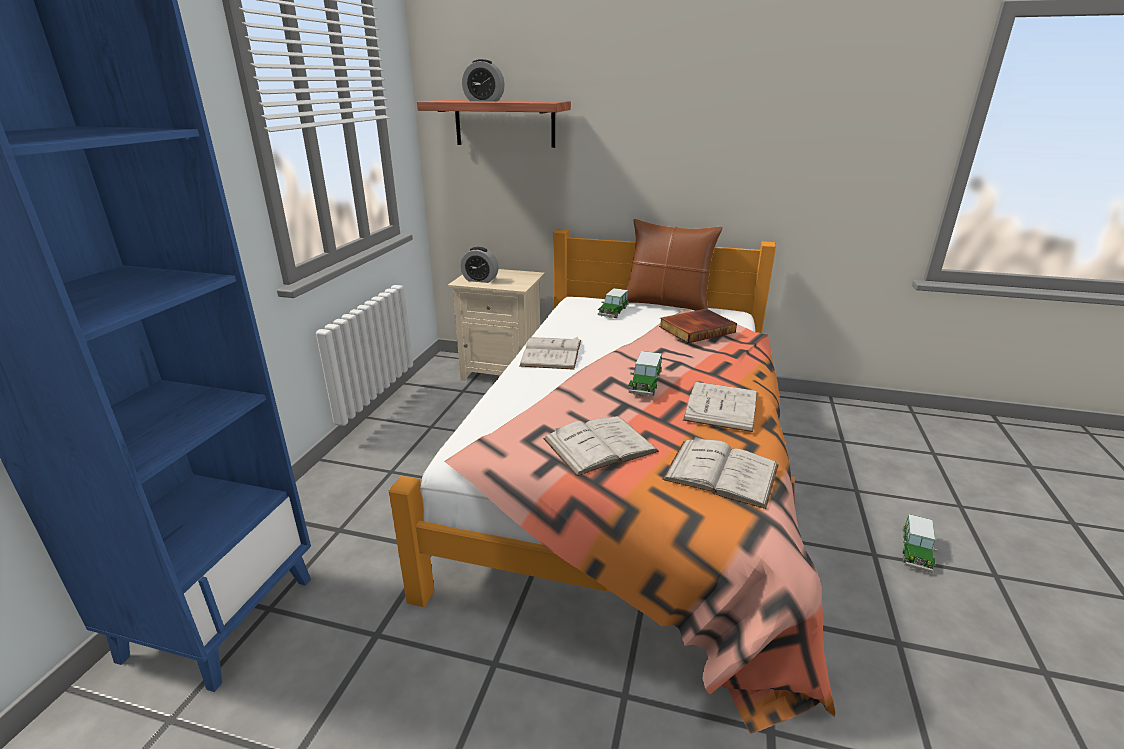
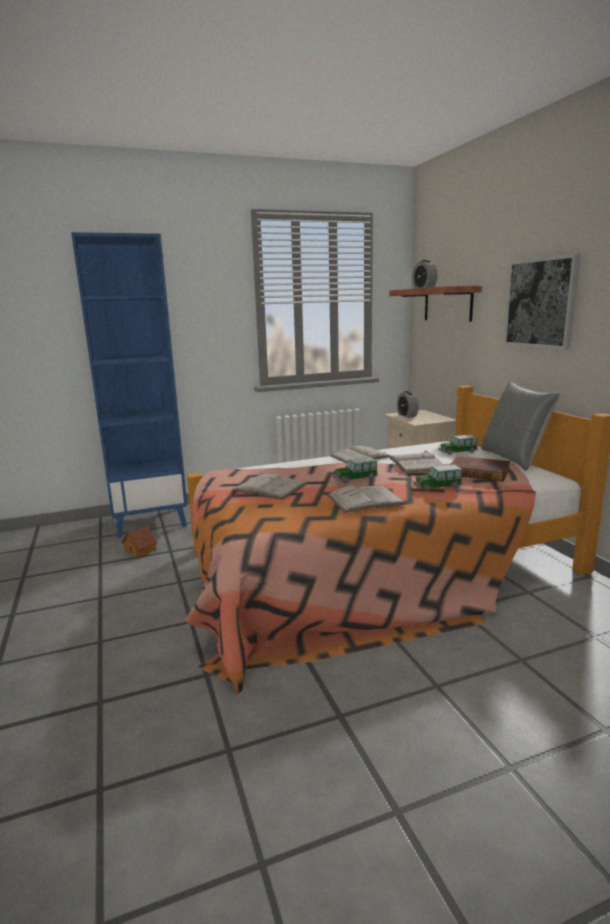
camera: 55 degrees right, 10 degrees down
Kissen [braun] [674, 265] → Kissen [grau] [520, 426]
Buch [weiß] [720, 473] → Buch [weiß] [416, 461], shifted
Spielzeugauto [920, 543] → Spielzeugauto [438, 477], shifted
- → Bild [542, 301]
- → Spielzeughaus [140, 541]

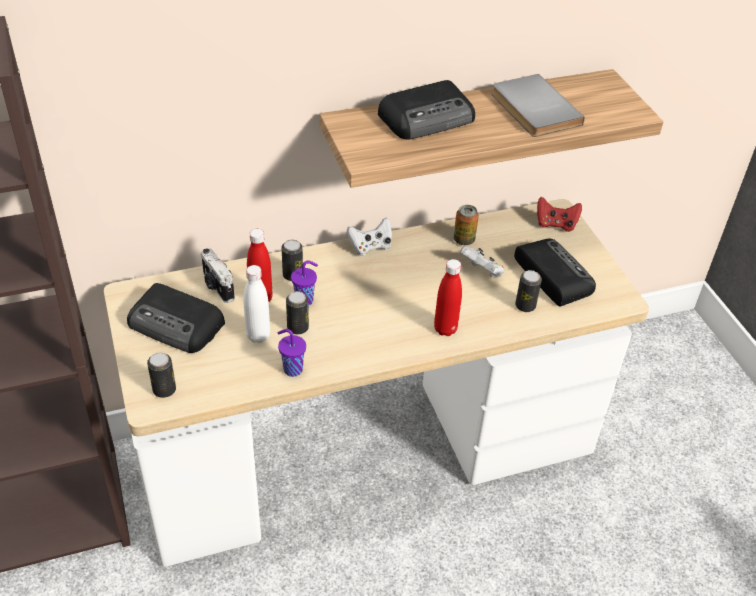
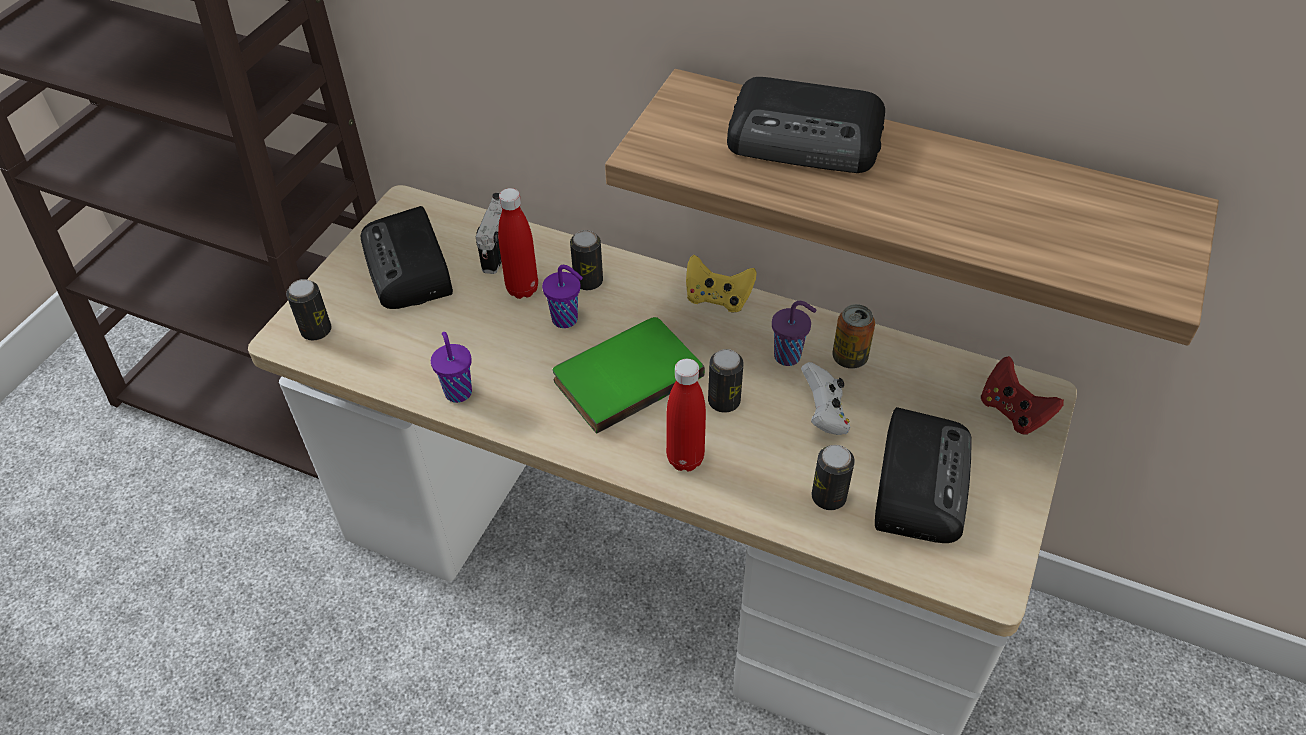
camera: 45 degrees right, 5 degrees up
Buch [grau] [538, 105] → -
Gamepad [weiß] [369, 236] → Gamepad [gelb] [721, 284]
Flasche [weiß] [256, 304] → -
Dose [297, 312] → Dose [726, 381], shifted
- → Tasse [lila] [794, 333]
- → Buch [grün] [628, 375]

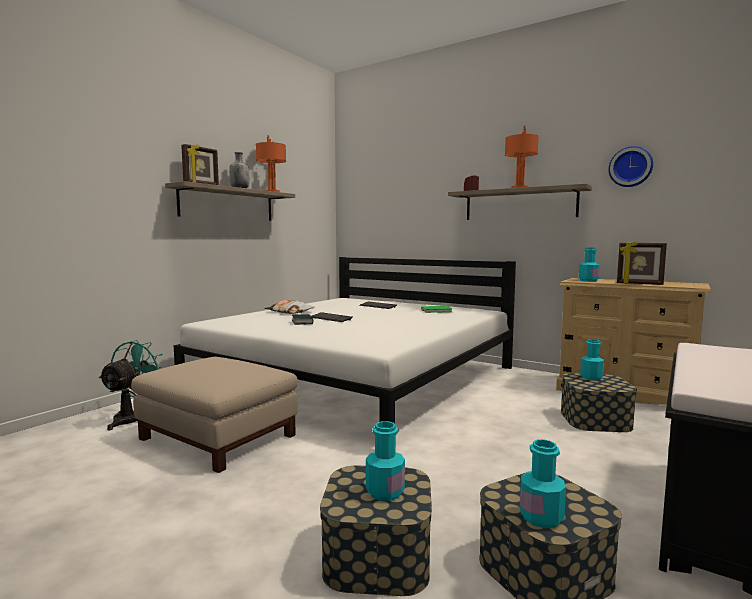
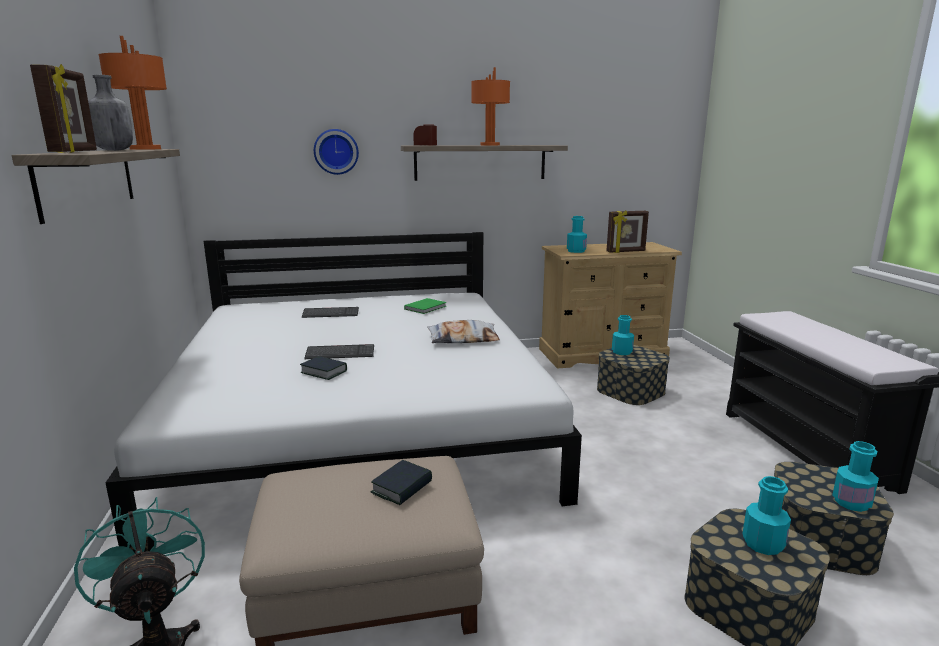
camera: 45 degrees left, 10 degrees up
Wanduhr [630, 166] → Wanduhr [336, 152], shifted
Kissen [289, 307] → Kissen [463, 331], shifted
- → Buch [401, 482]

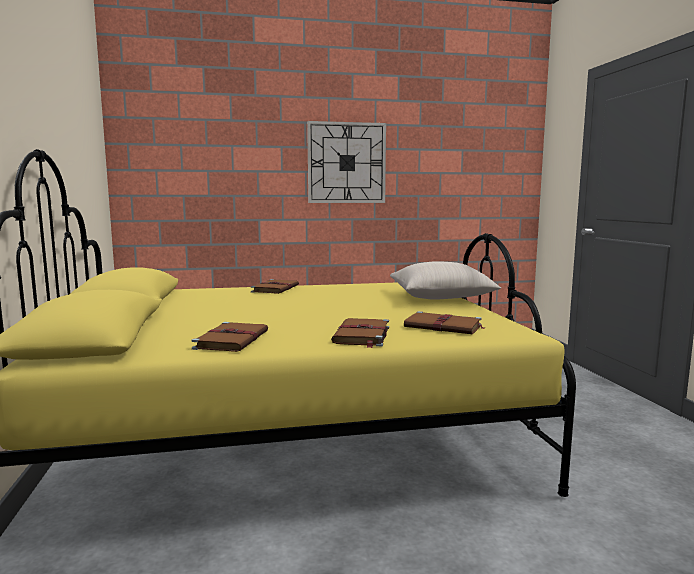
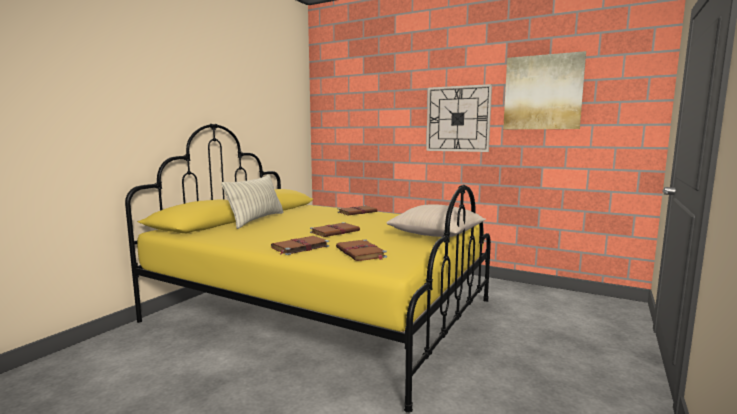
camera: 40 degrees right, 0 degrees up
Buch [braun] [230, 337] → Buch [braun] [335, 229], shifted
- → Bild [544, 90]
- → Kissen [252, 201]

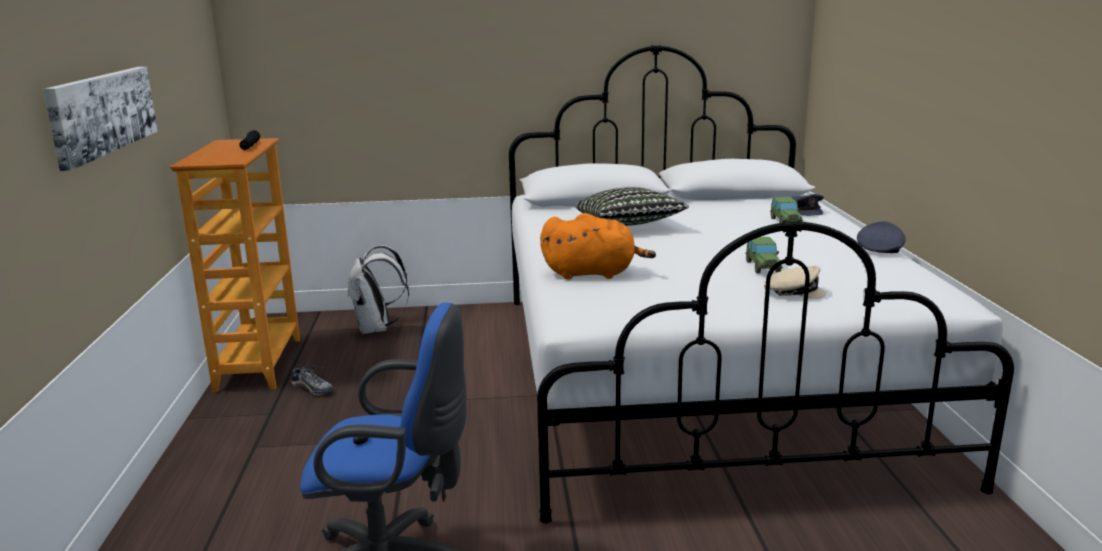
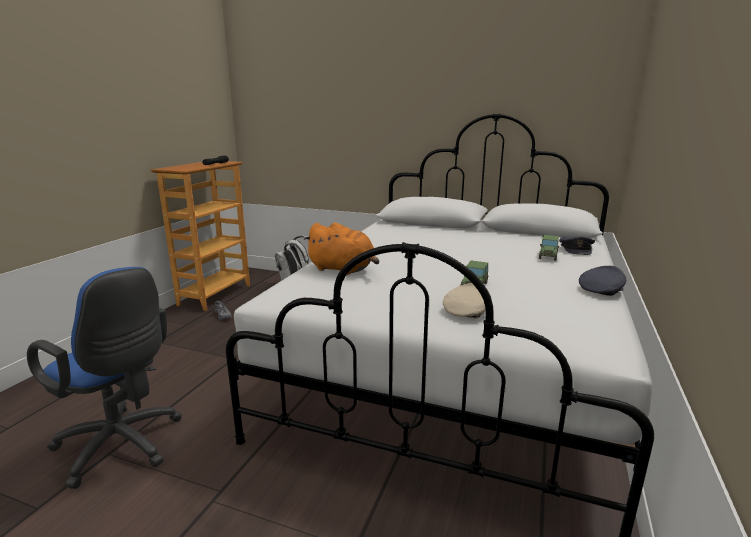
camera: 25 degrees right, 0 degrees up
Bild [100, 119] → -
Kissen [632, 206] → -
Kappe [beige] [795, 282] → Kappe [beige] [467, 300], 90 degrees counterclockwise

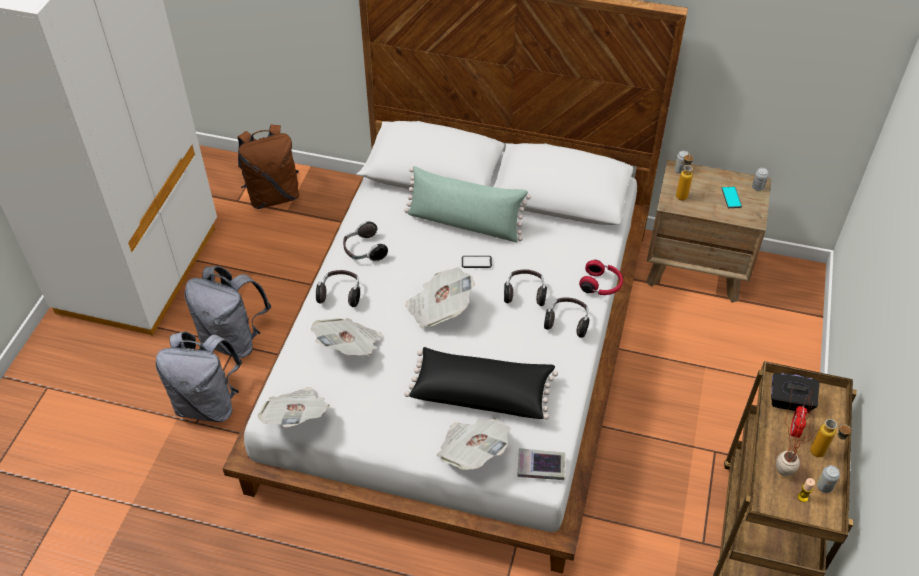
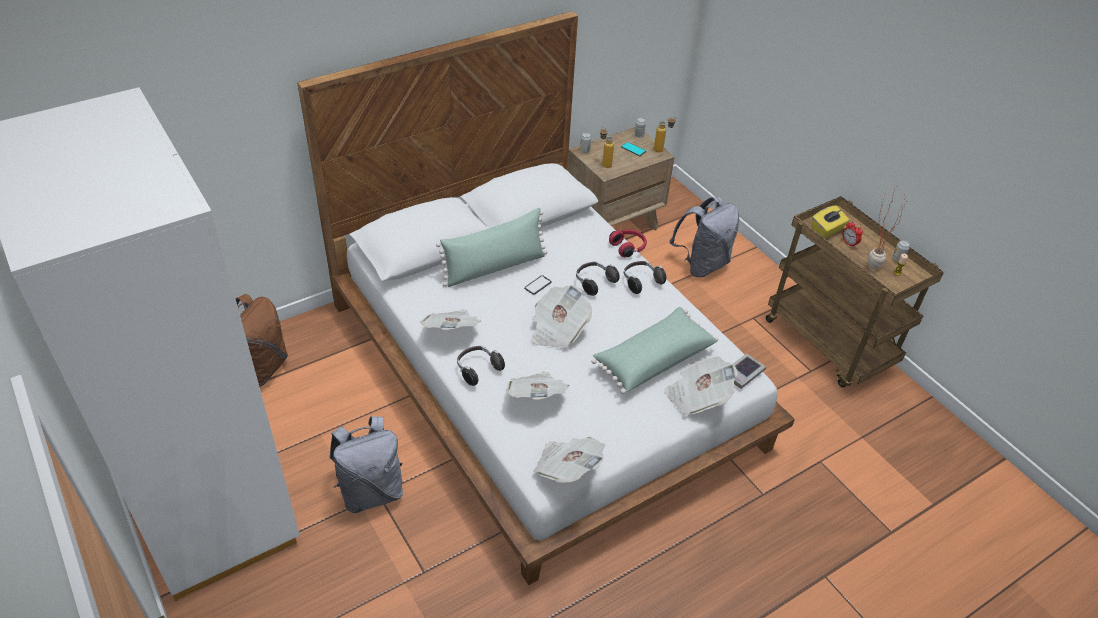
camera: 50 degrees left, 5 degrees down
Kopfhörer [365, 241] → Zeitung [450, 320]
Rucksack [grau] [199, 377] → Rucksack [grau] [704, 237], shifted
Kissen [schwarz] [481, 383] → Kissen [grün] [655, 350]
Taschentuchbox [schwarz] [795, 393] → Taschentuchbox [gelb] [830, 222]
Flasche [831, 438] → Flasche [665, 134], shifted

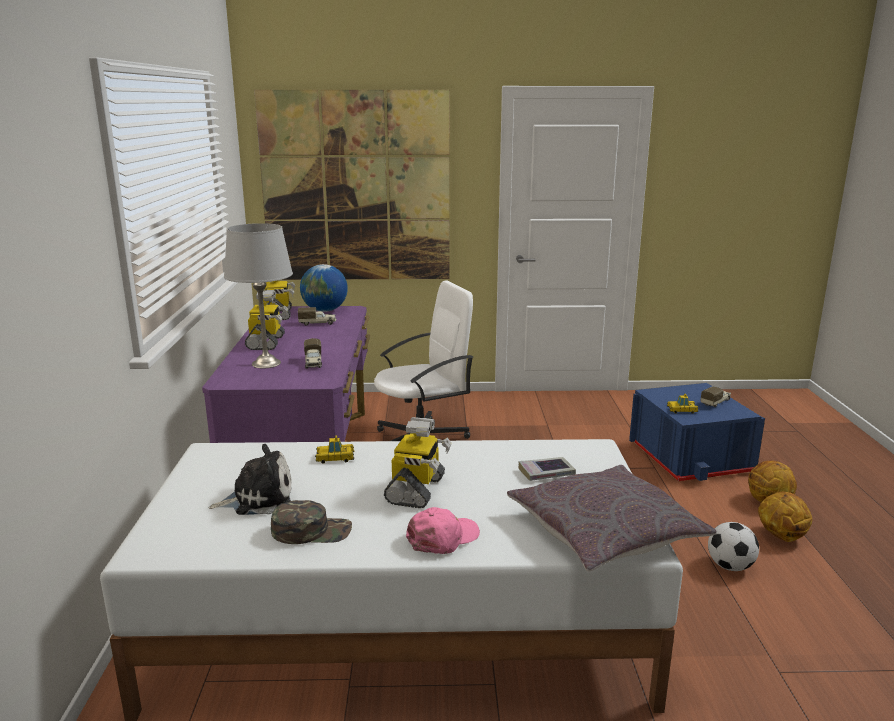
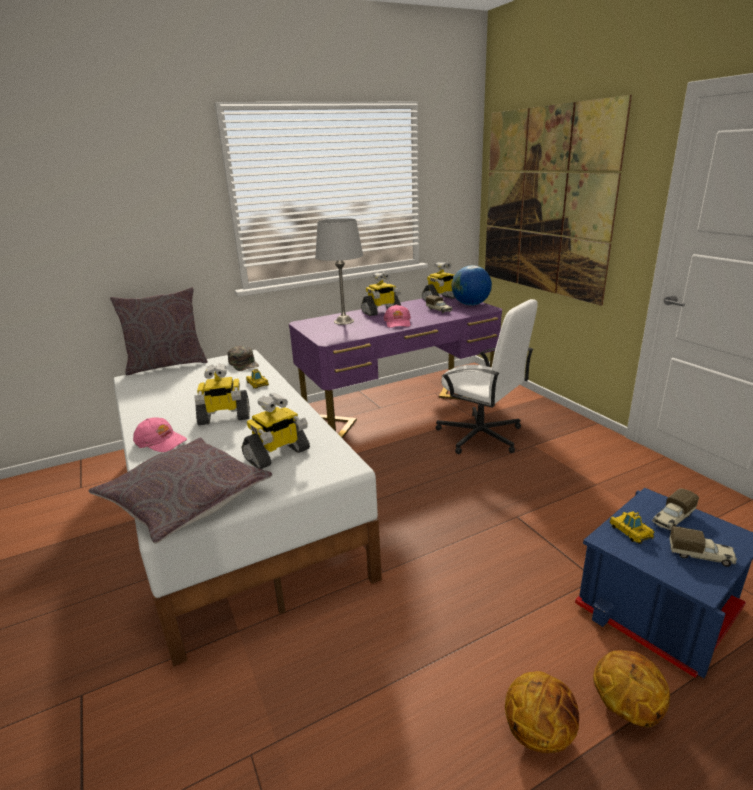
camera: 65 degrees right, 5 degrees up
Spielzeuglaster [313, 353] → Spielzeuglaster [675, 509], shifted
Plüschtier [250, 479] → -
Buch [547, 469] → Spielzeugroboter [276, 431]
Kappe [grün] [311, 522] → Kappe [grün] [243, 358], shifted
Fußball [733, 546] → -
- → Kissen [grau] [158, 331]
- → Kappe [rosa] [397, 316]

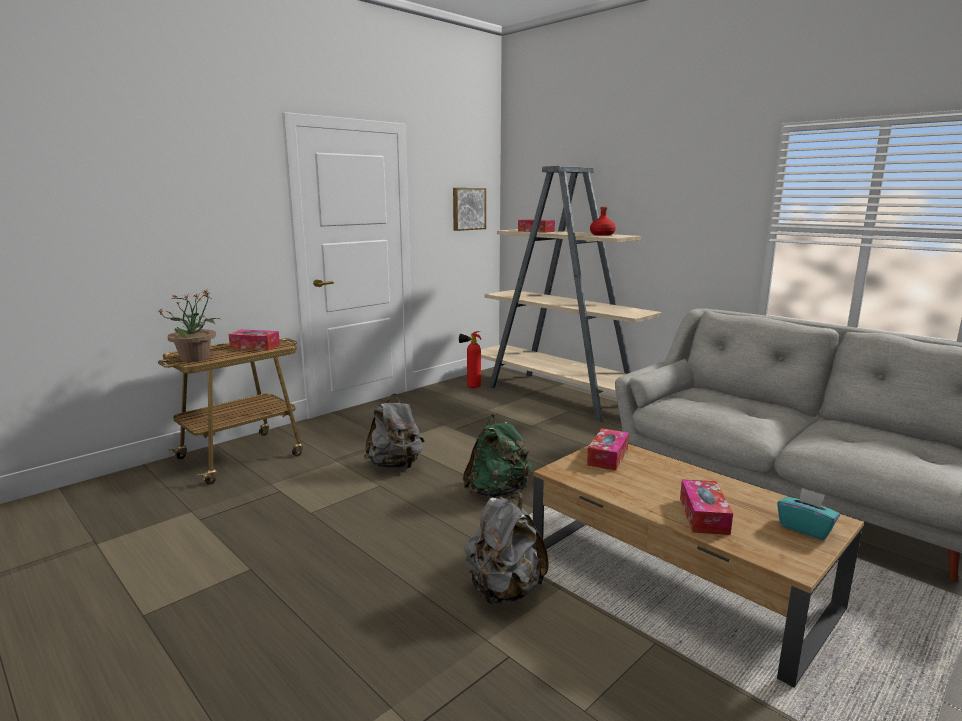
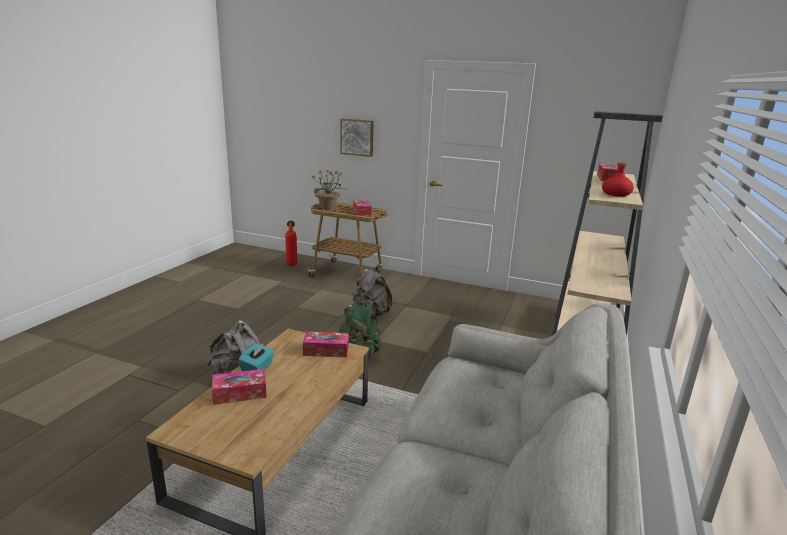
camera: 65 degrees right, 5 degrees up
Bild [469, 209] → Bild [357, 138], shifted
Feuerlöscher [470, 359] → Feuerlöscher [291, 243], shifted
Taschentuchbox [türkis] [808, 513] → Taschentuchbox [türkis] [256, 357], shifted

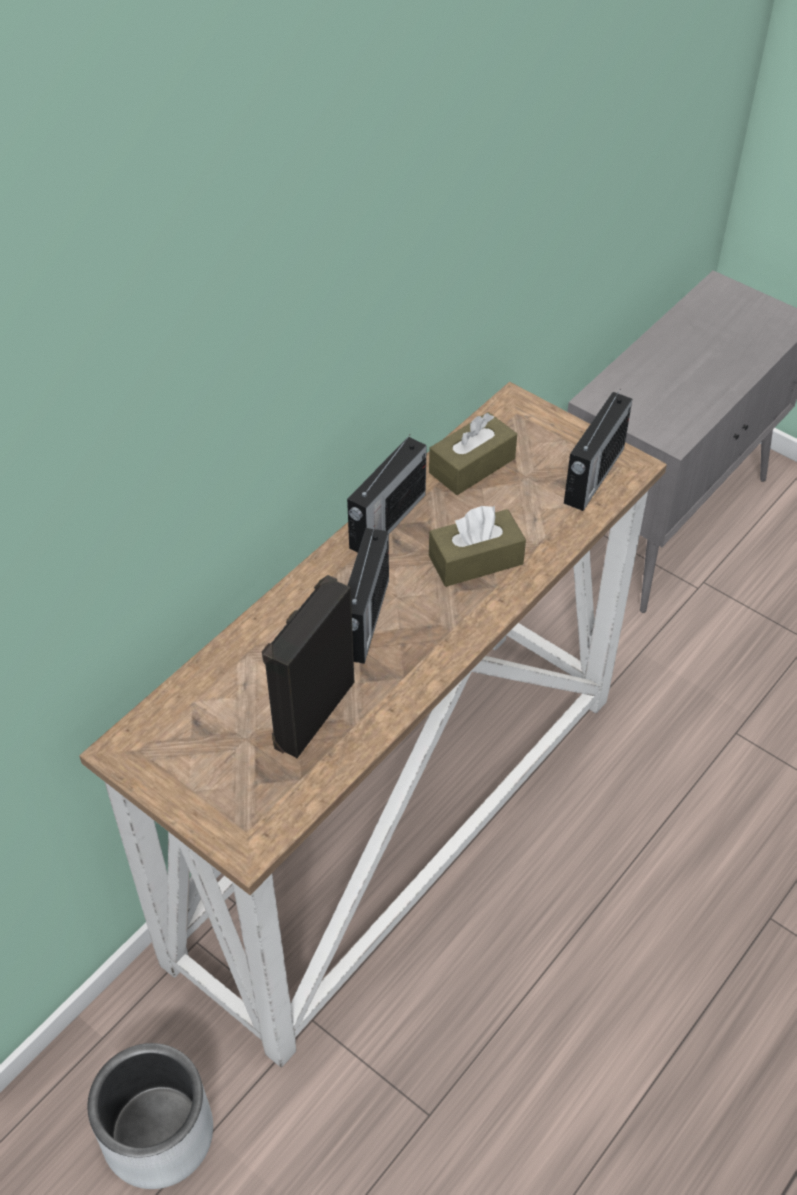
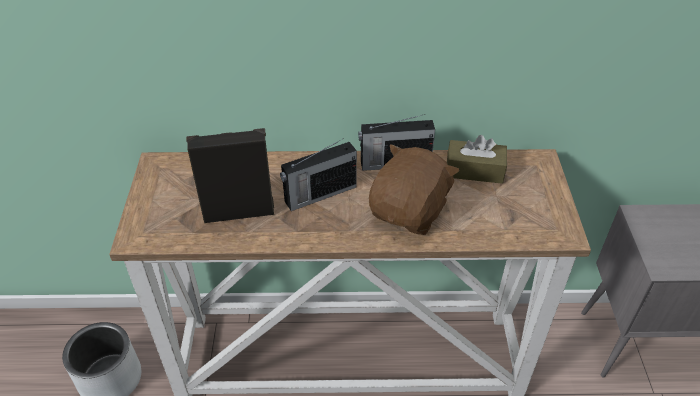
camera: 50 degrees right, 5 degrees down
Radio [598, 449] → -
Taschentuchbox [braun] [477, 546] → Plüschtier [braun] [414, 189]

